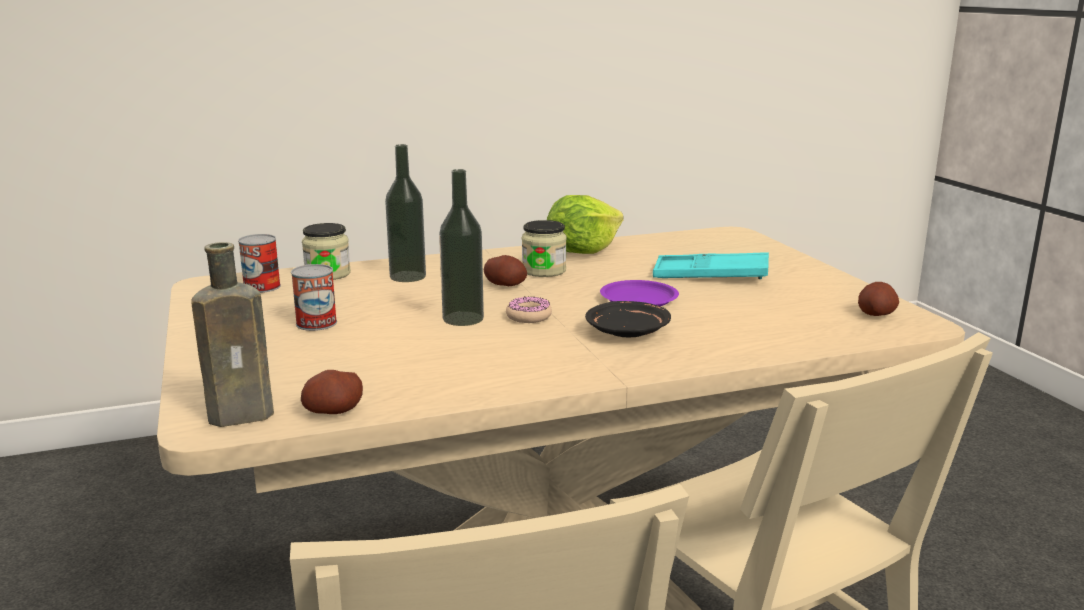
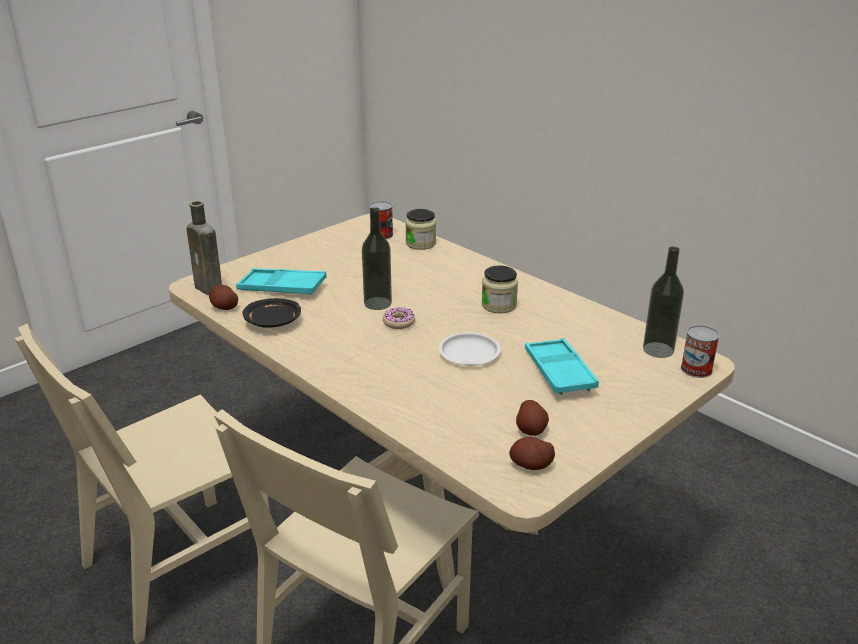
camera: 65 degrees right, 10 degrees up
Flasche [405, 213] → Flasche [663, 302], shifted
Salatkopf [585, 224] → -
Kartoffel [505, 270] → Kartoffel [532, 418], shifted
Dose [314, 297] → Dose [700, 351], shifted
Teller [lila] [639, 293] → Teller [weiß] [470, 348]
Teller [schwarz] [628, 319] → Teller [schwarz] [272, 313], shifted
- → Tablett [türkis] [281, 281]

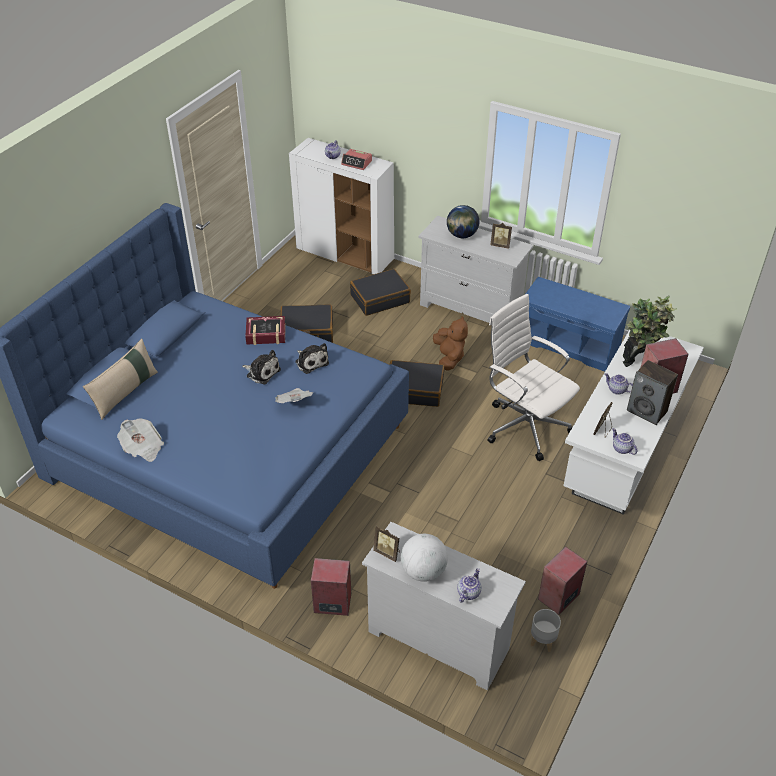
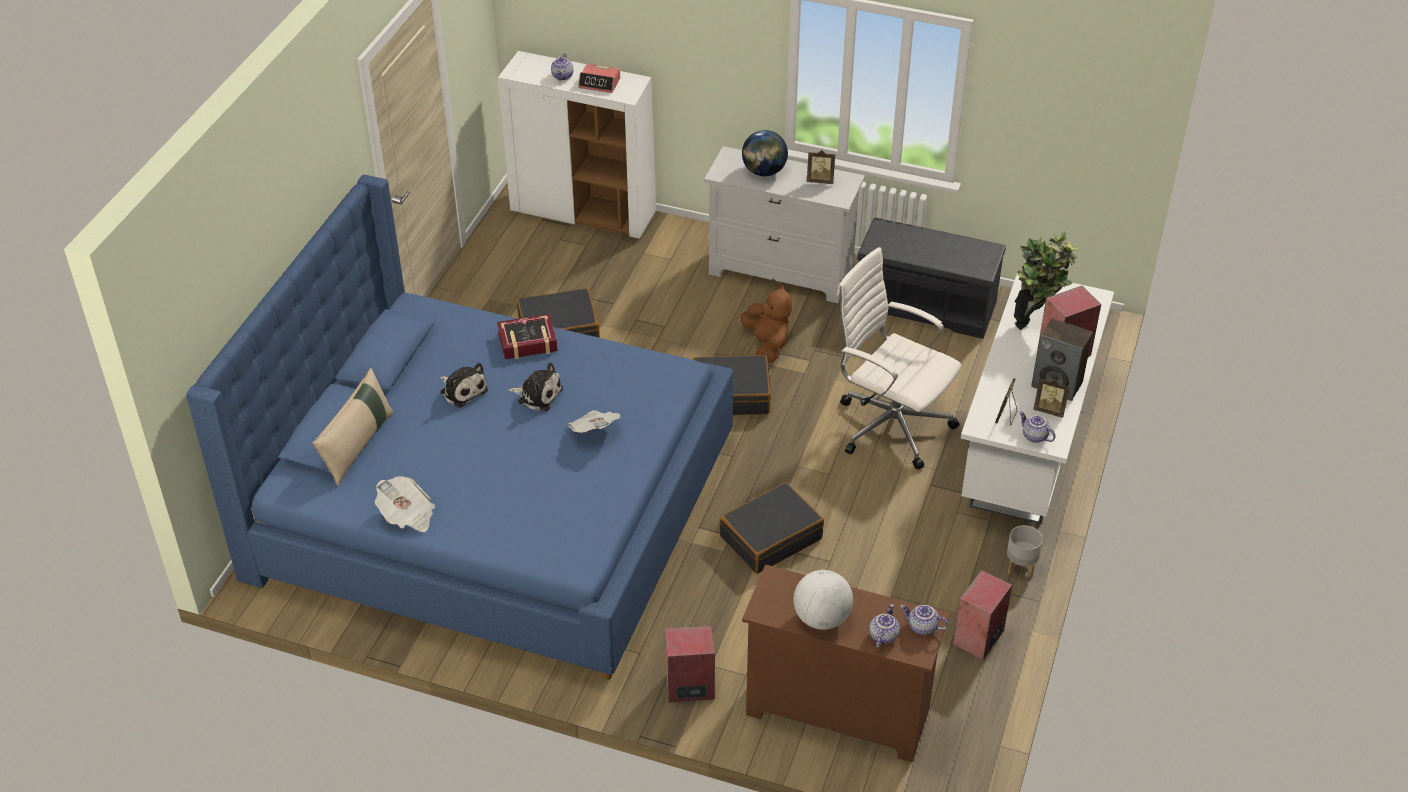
camera: 10 degrees left, 0 degrees up
Koffer [schwarz] [380, 292] → Koffer [schwarz] [771, 528], shifted
Bank [blau] [578, 324] → Bank [grau] [932, 278]
Plüschtier [312, 358] → Plüschtier [464, 385], shifted
Teekanne [619, 384] → Teekanne [924, 620], shifted
Kommode [weiß] [444, 606] → Kommode [braun] [846, 663]
Bilderrahmen [386, 544] → Bilderrahmen [1051, 398], shifted
Pflanzkübel [grau] [546, 630] → Pflanzkübel [grau] [1025, 551], shifted

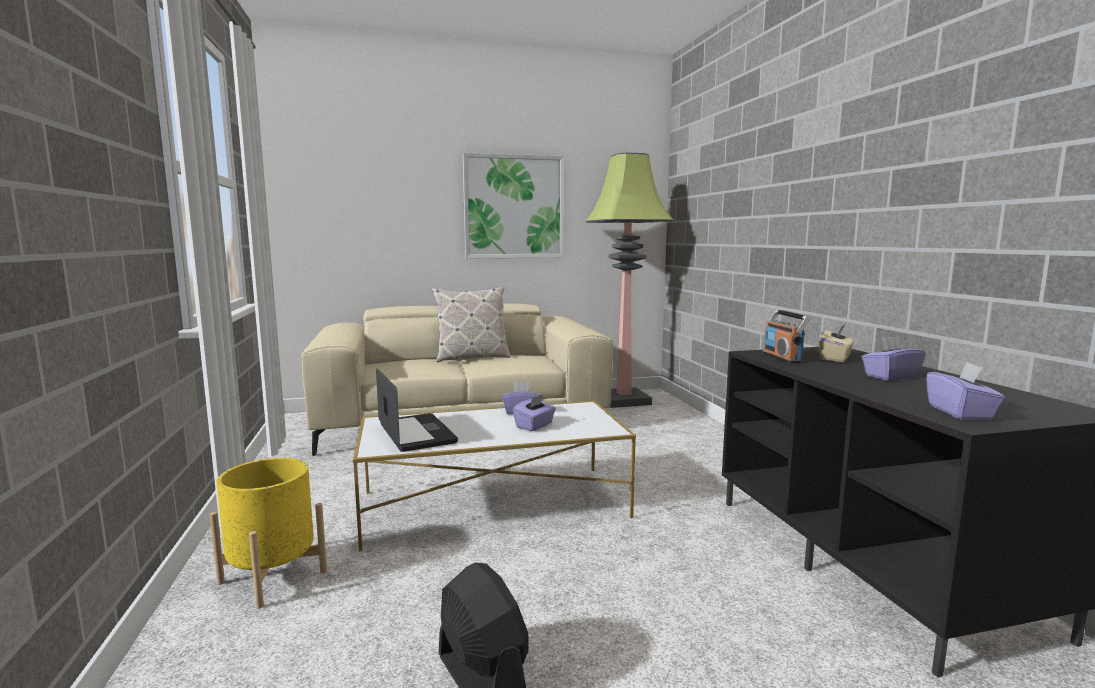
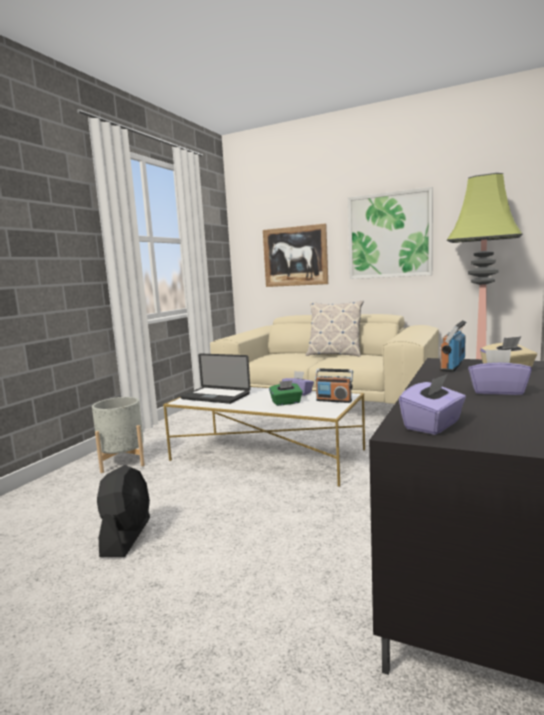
camera: 40 degrees right, 0 degrees up
Laptop [417, 410] → Laptop [216, 378], 105 degrees clockwise
Taschentuchbox [lila] [534, 412] → Taschentuchbox [grün] [286, 393]
Pflanzkübel [gelb] [268, 533] → Pflanzkübel [grau] [118, 435]
- → Bild [295, 255]
- → Radio [334, 386]

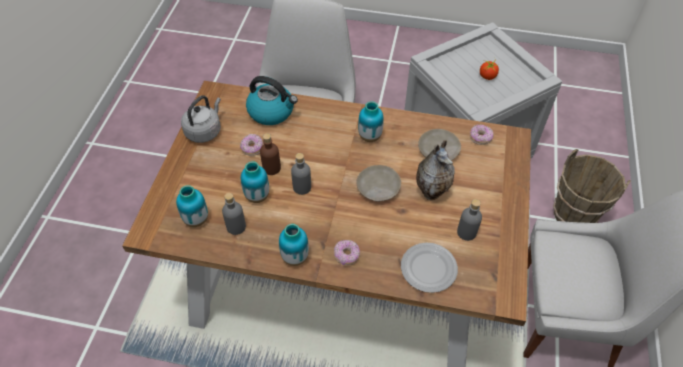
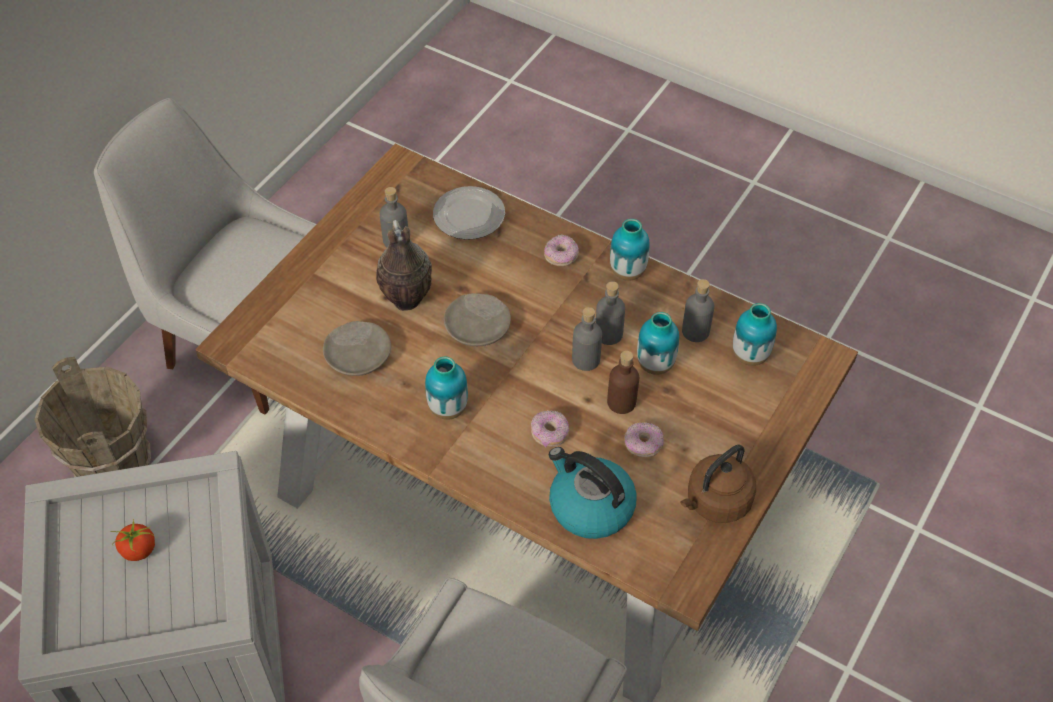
camera: 160 degrees left, 0 degrees up
Wasserkessel [grau] [201, 119] → Wasserkessel [braun] [718, 484]
Donut [482, 134] → Donut [550, 428], shifted
- → Flasche [grau] [610, 313]

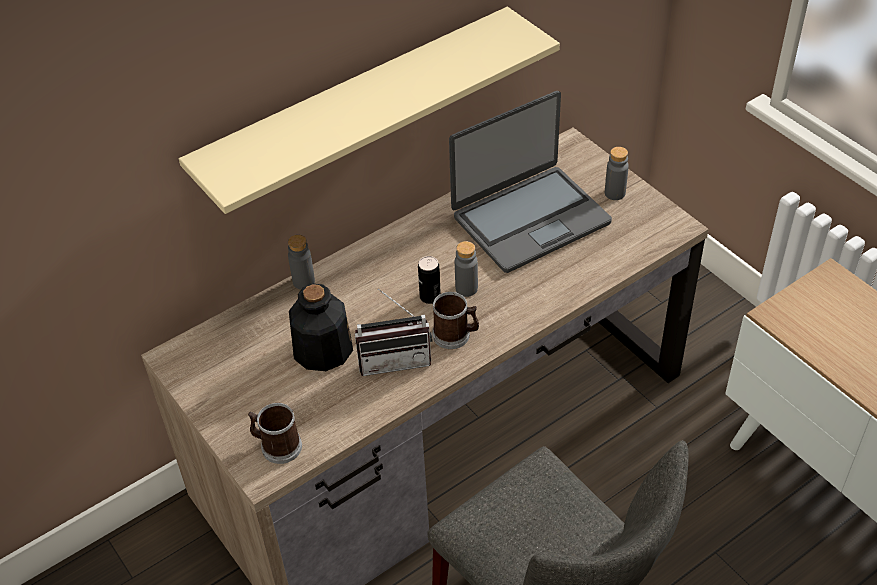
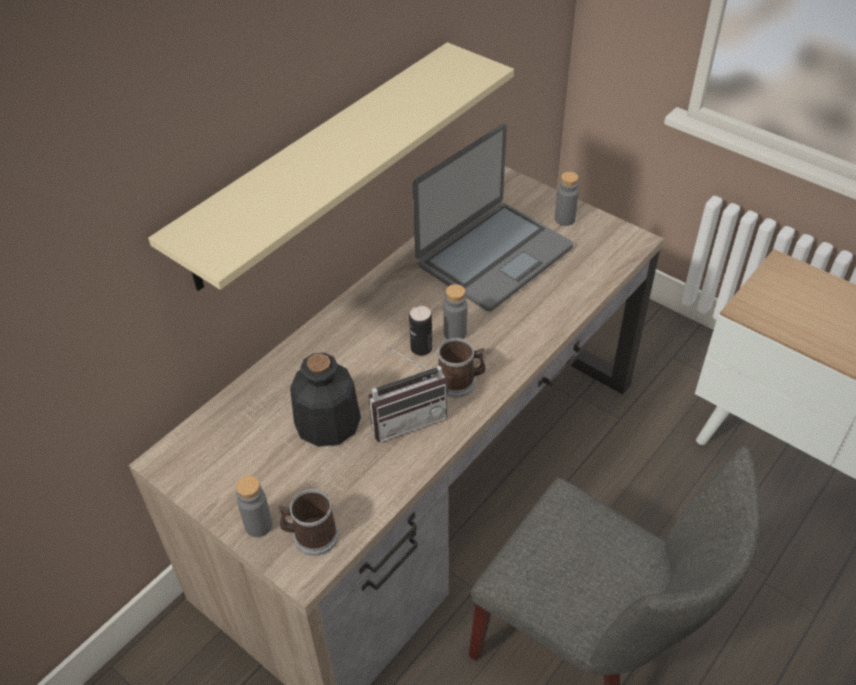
camera: 15 degrees left, 0 degrees up
Flasche [grau] [301, 262] → Flasche [grau] [254, 506], shifted

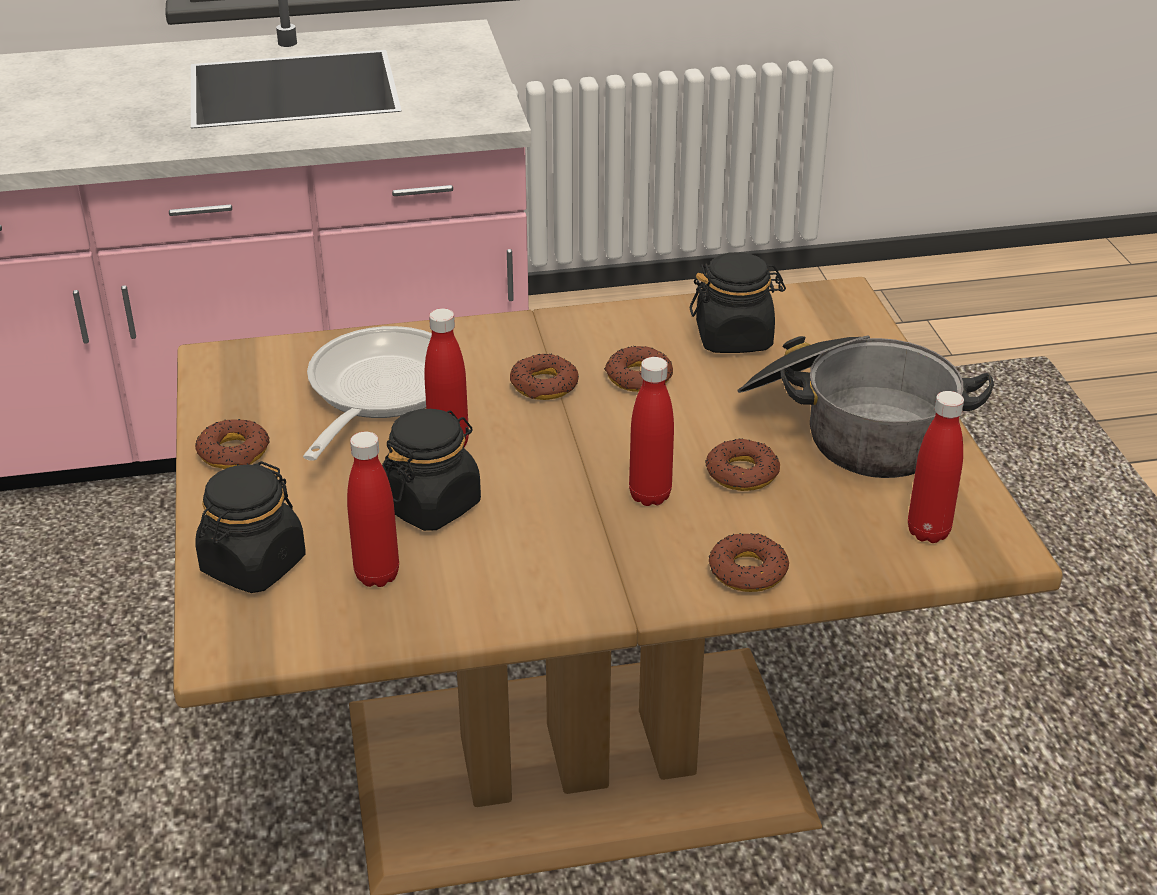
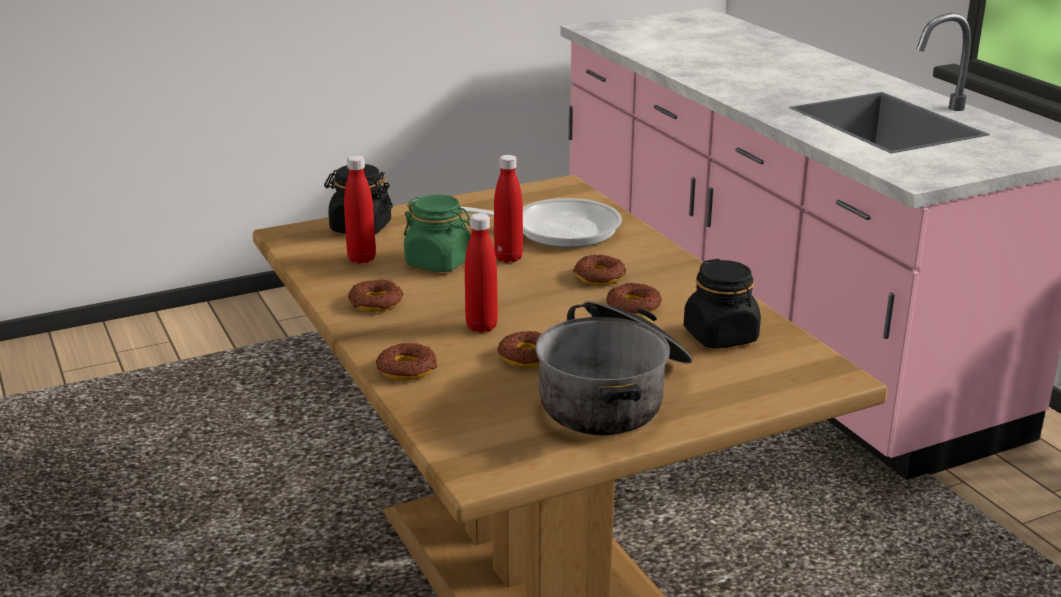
camera: 75 degrees right, 10 degrees down
Flasche [rot] [936, 467] → -
Vorratsglas [schwarz] [431, 470] → Vorratsglas [grün] [437, 233]
Donut [232, 444] → Donut [375, 296], shifted

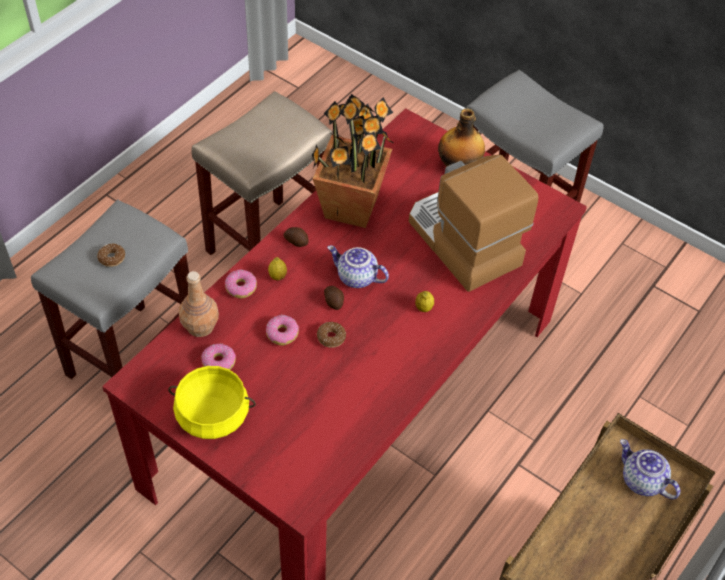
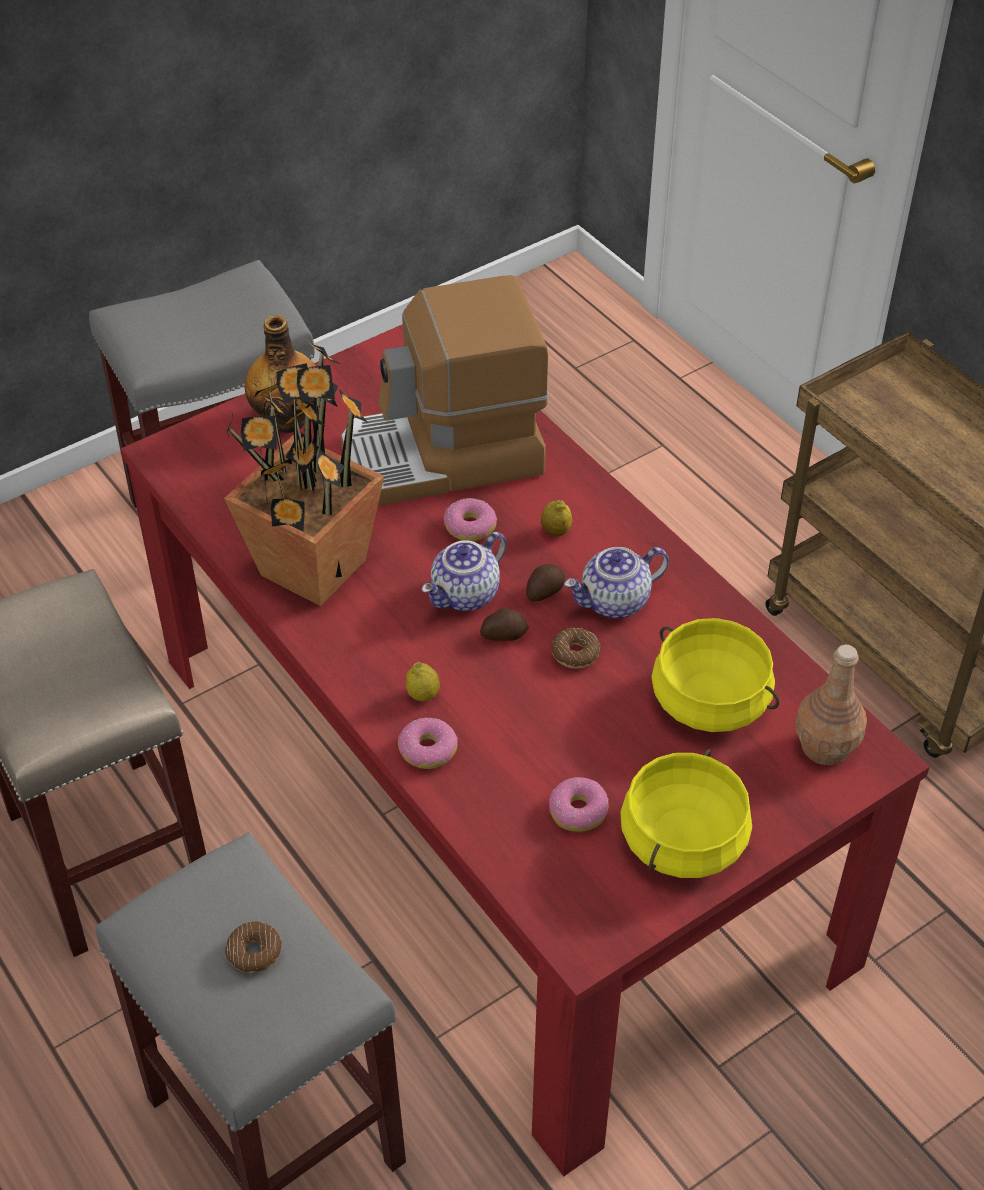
camera: 70 degrees left, 5 degrees down
Kartoffel [296, 237] → Kartoffel [545, 583], shifted
Flasche [braun] [199, 304] → Flasche [braun] [831, 705], shifted
Donut [282, 330] → Donut [470, 519], shifted
Teekanne [650, 469] → Teekanne [616, 582], shifted
- → Kochtopf [gelb] [715, 675]

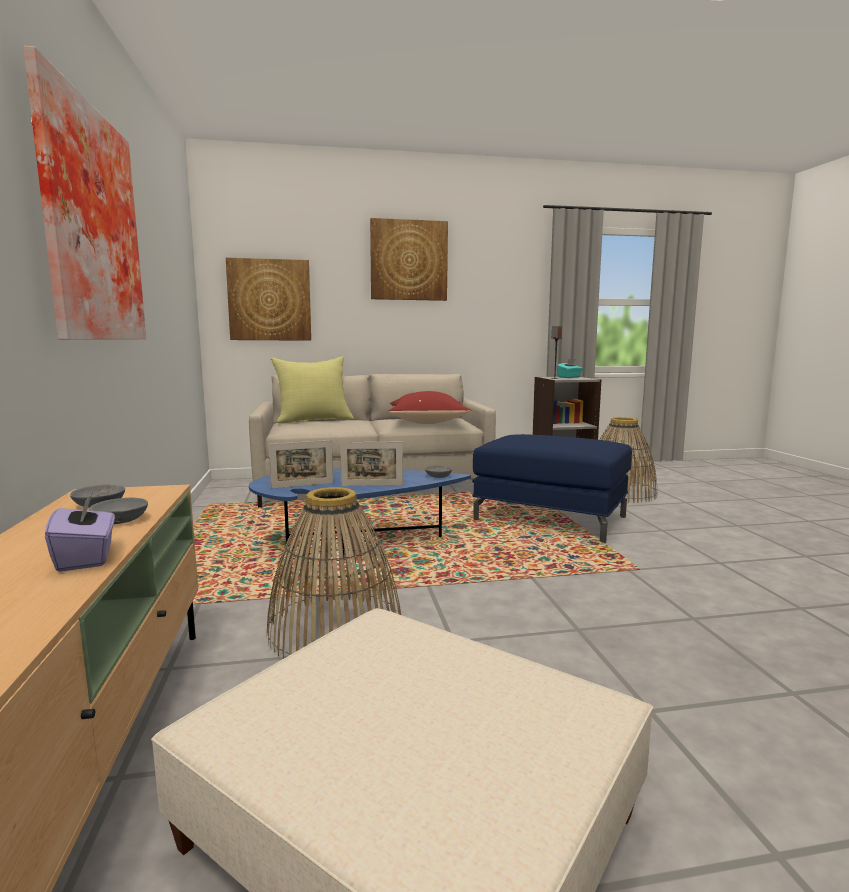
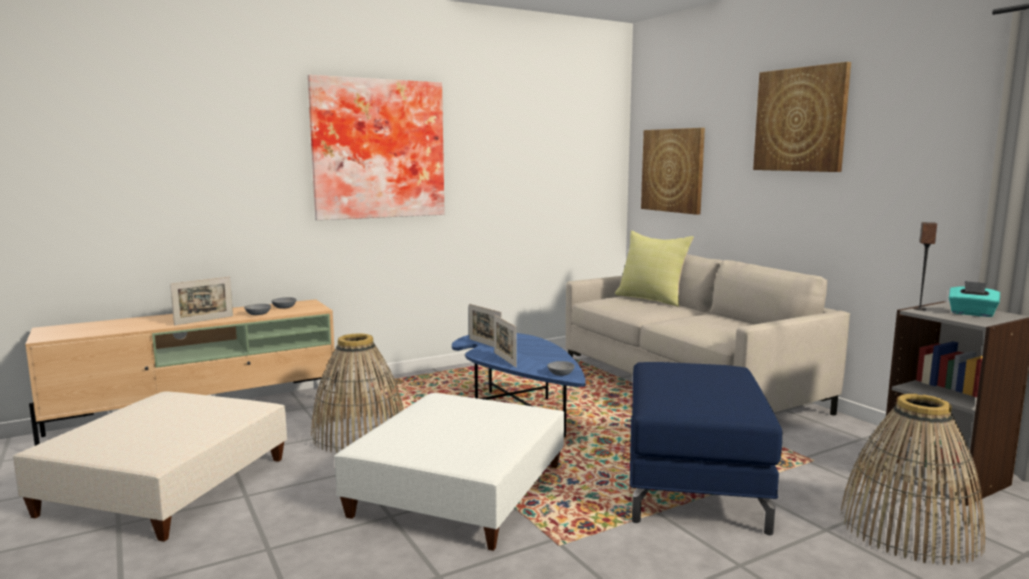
camera: 70 degrees right, 0 degrees up
Kissen [rot] [430, 407] → -
Taschentuchbox [lila] [80, 532] → Bilderrahmen [201, 300]
- → Polsterhocker [weiß] [449, 472]

